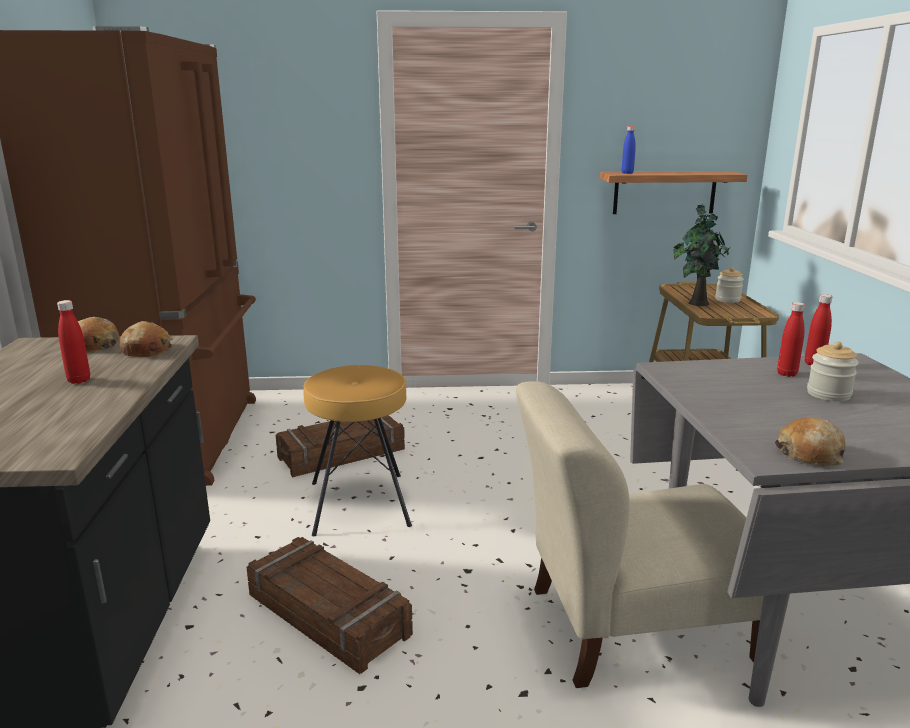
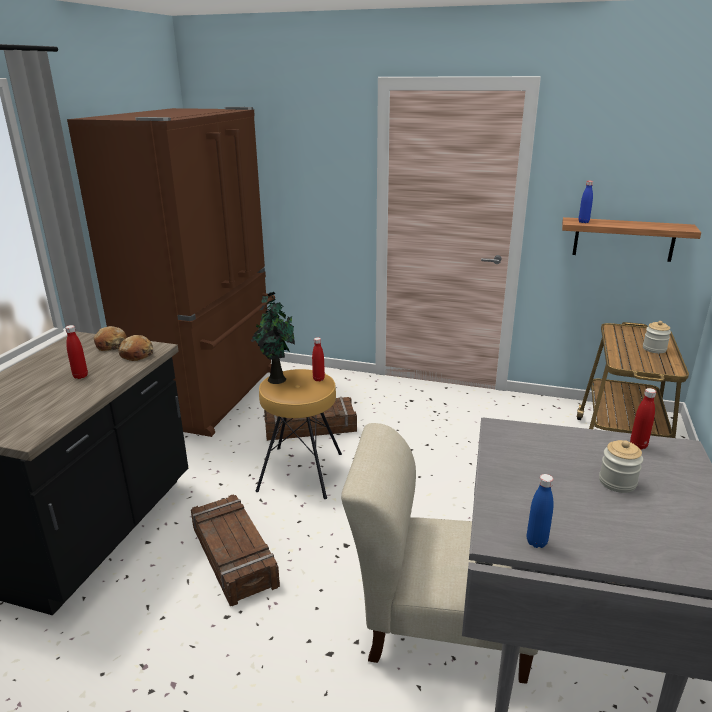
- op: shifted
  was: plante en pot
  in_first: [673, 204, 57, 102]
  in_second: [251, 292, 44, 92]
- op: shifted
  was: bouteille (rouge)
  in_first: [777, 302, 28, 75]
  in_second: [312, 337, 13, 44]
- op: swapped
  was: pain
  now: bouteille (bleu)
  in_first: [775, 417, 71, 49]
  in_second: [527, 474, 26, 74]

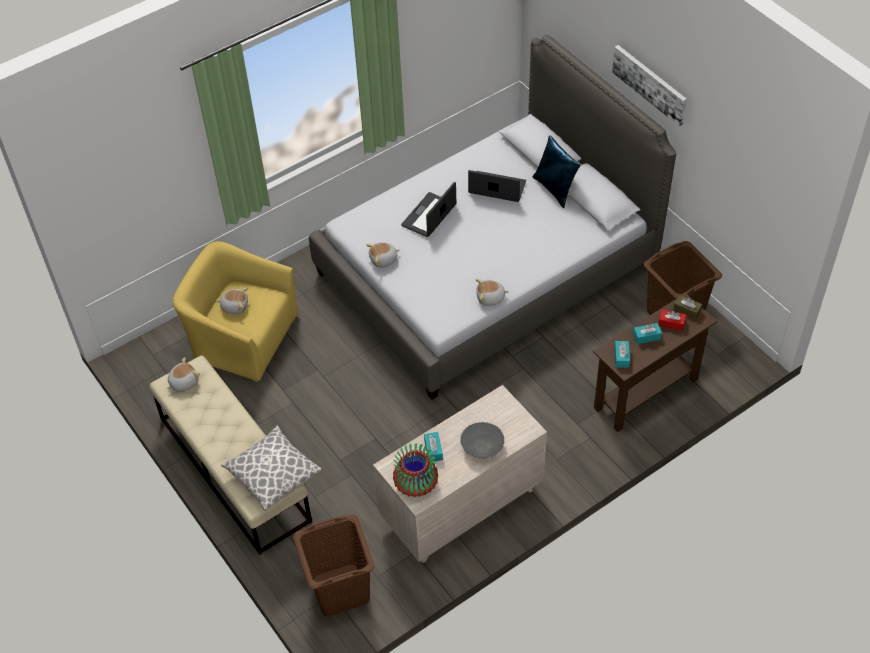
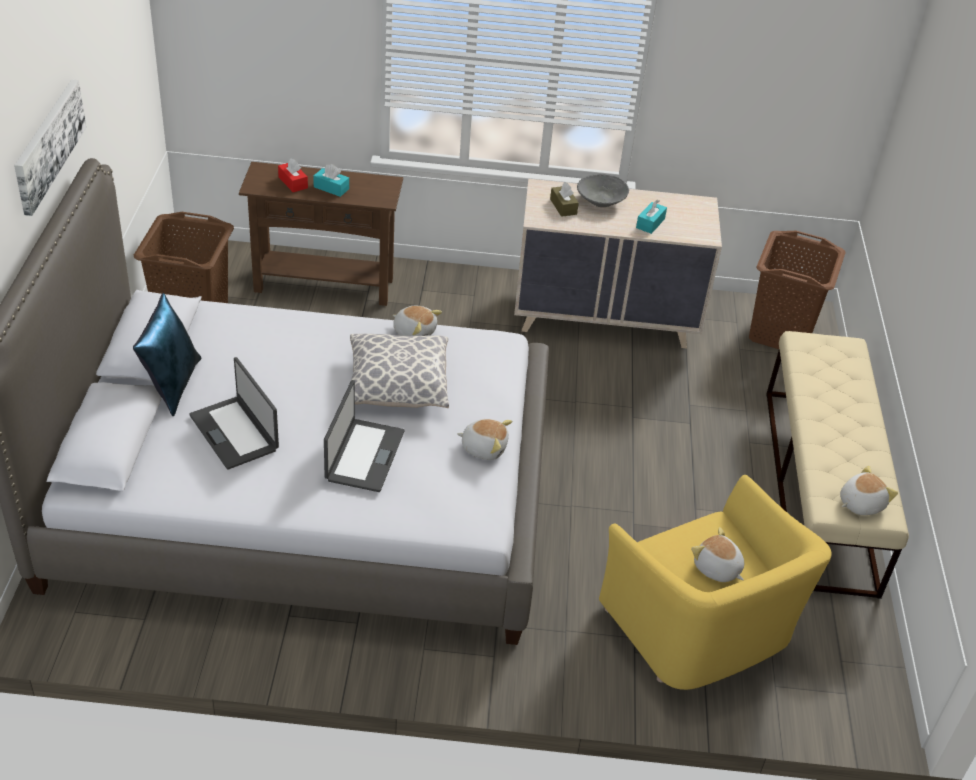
- op: gone
  was: vase
  in_first: [393, 443, 45, 54]
- op: gone
  was: boîte à mouchoirs (turquoise)
  in_first: [614, 341, 16, 27]
- op: shifted
  was: coussin
  in_first: [221, 425, 101, 86]
  in_second: [350, 334, 99, 74]
- op: shifted
  was: boîte à mouchoirs (marron)
  in_first: [673, 295, 29, 25]
  in_second: [550, 182, 29, 35]
- op: rotated
  was: peluche
  in_first: [167, 357, 33, 35]
  in_second: [840, 466, 58, 49]
  clockwise: 150
- op: rotated
  was: ordinateur portable
  in_first: [401, 182, 55, 55]
  in_second: [324, 380, 81, 112]
  clockwise: -60

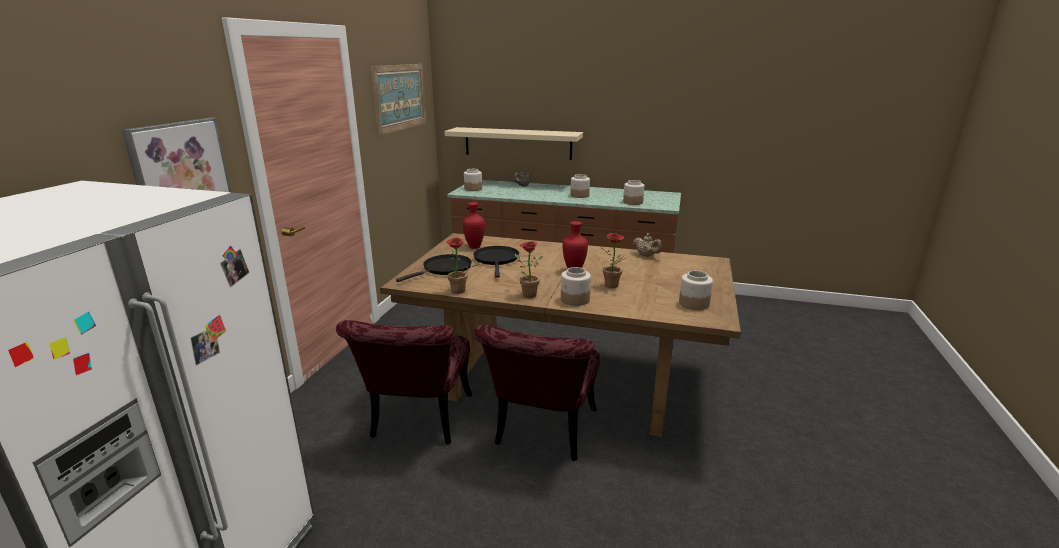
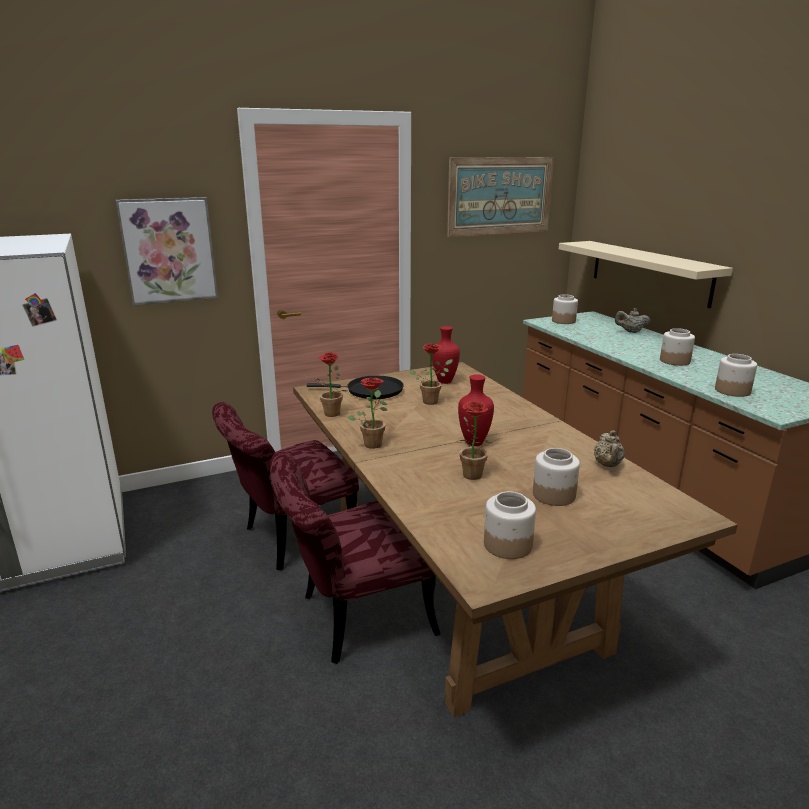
- op: shifted
  was: bocal
  in_first: [561, 267, 30, 39]
  in_second: [533, 448, 47, 58]
- op: swapped
  was: poêle (noir)
  now: plante en pot
  in_first: [473, 246, 46, 32]
  in_second: [409, 343, 44, 62]

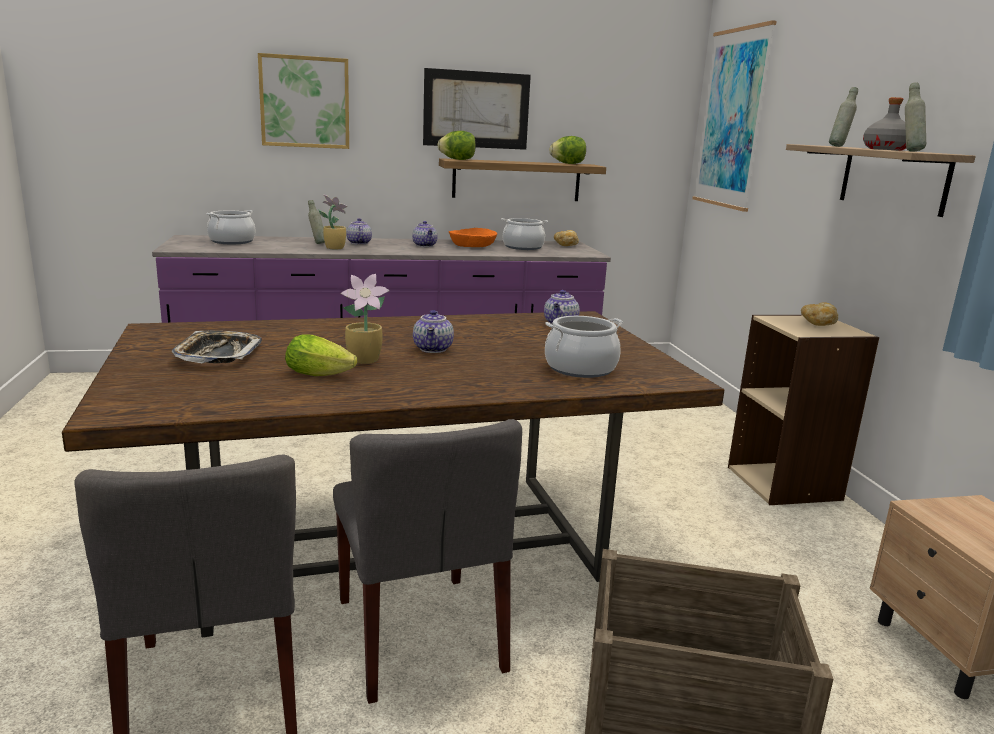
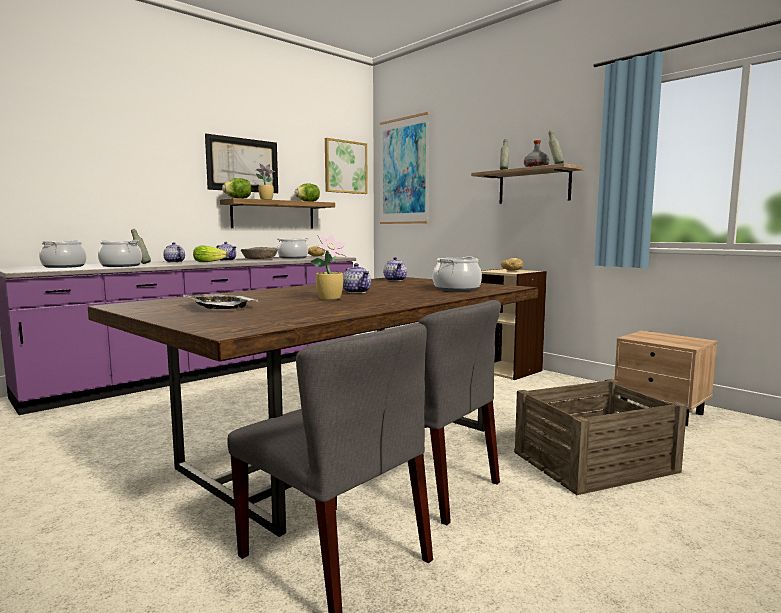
- op: new
  now: marmite
  in_second: [98, 240, 44, 27]
- op: shifted
  was: tableau
  in_first: [258, 53, 91, 96]
  in_second: [325, 138, 43, 56]
- op: shifted
  was: laitue
  in_first: [285, 334, 72, 42]
  in_second: [193, 245, 34, 17]
- op: shifted
  was: plante en pot
  in_first: [318, 195, 29, 54]
  in_second: [256, 164, 19, 36]
- op: repainted
  was: bol (orange)
  now: bol (beige)
  in_first: [449, 228, 48, 19]
  in_second: [241, 247, 37, 12]

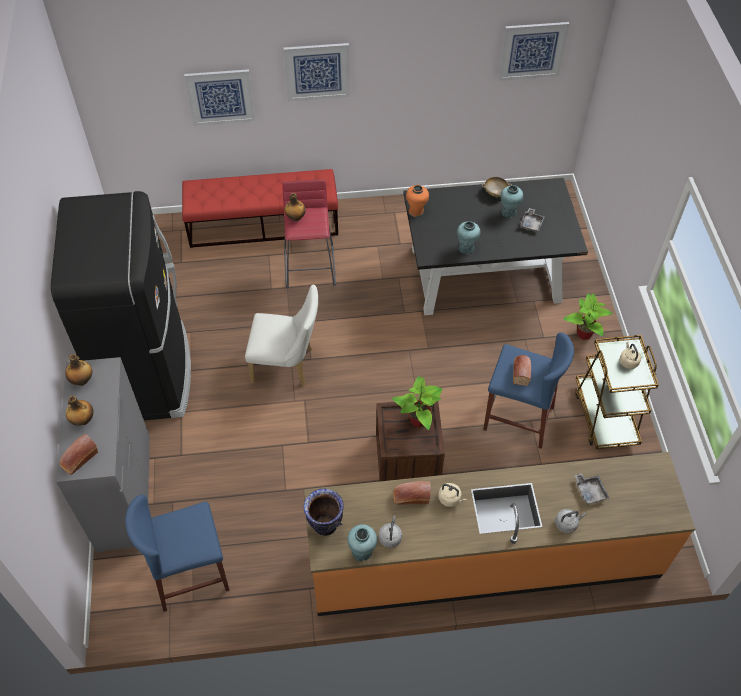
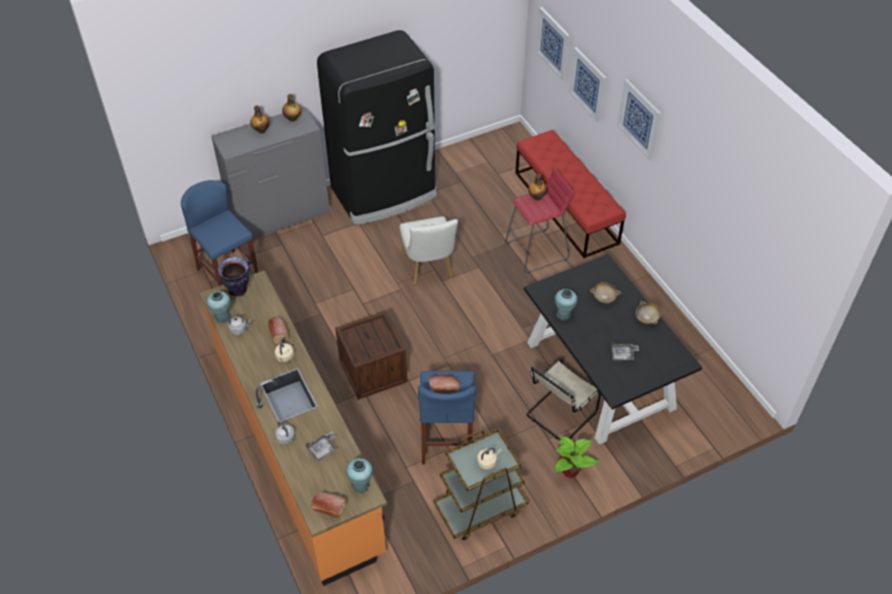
- op: gone
  was: plante en pot
  in_first: [392, 376, 50, 54]
- op: gone
  was: vase (orange)
  in_first: [406, 185, 23, 33]
- op: new
  now: chaise (beige)
  in_second: [527, 359, 74, 82]
- op: new
  now: bol (beige)
  in_second: [590, 282, 31, 22]
- op: shifted
  was: pain
  in_first: [60, 434, 38, 41]
  in_second: [311, 493, 36, 26]
- op: shifted
  was: tableau
  in_first: [498, 22, 71, 59]
  in_second: [536, 7, 34, 74]
- op: shifted
  was: vase (turquoise)
  in_first: [500, 185, 23, 33]
  in_second: [346, 458, 27, 35]

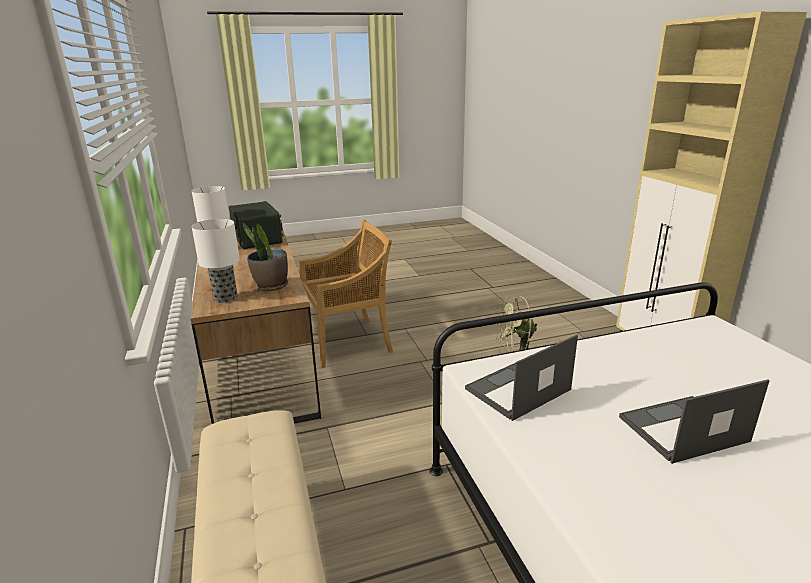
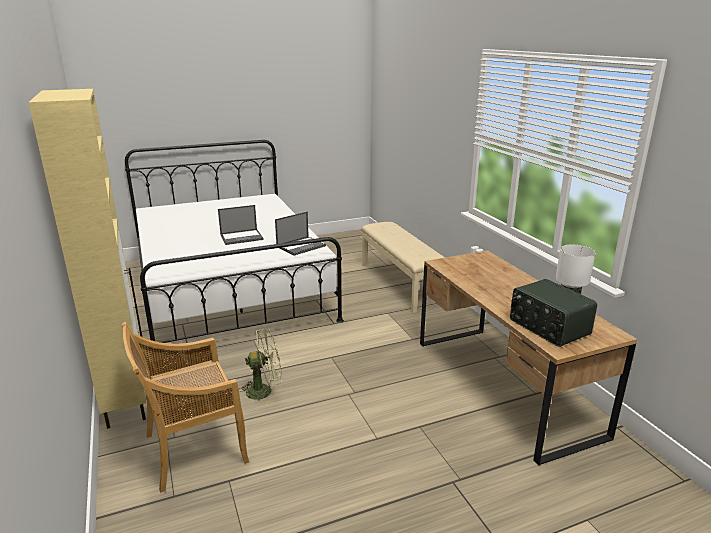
- op: gone
  was: lampe de table
  in_first: [192, 219, 48, 84]
- op: gone
  was: plante en pot
  in_first: [243, 223, 45, 68]
- op: shifted
  was: chaise (beige)
  in_first: [299, 220, 94, 149]
  in_second: [122, 322, 127, 171]

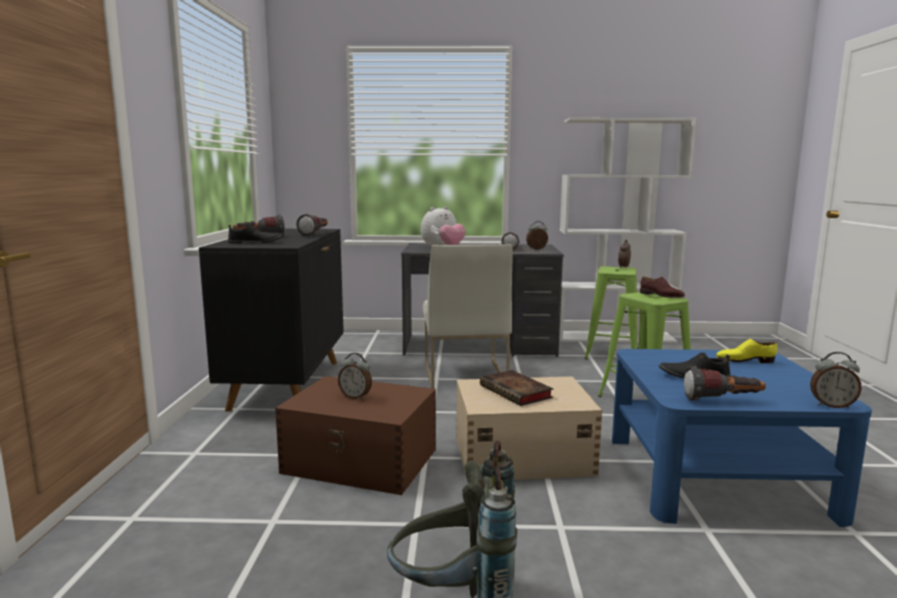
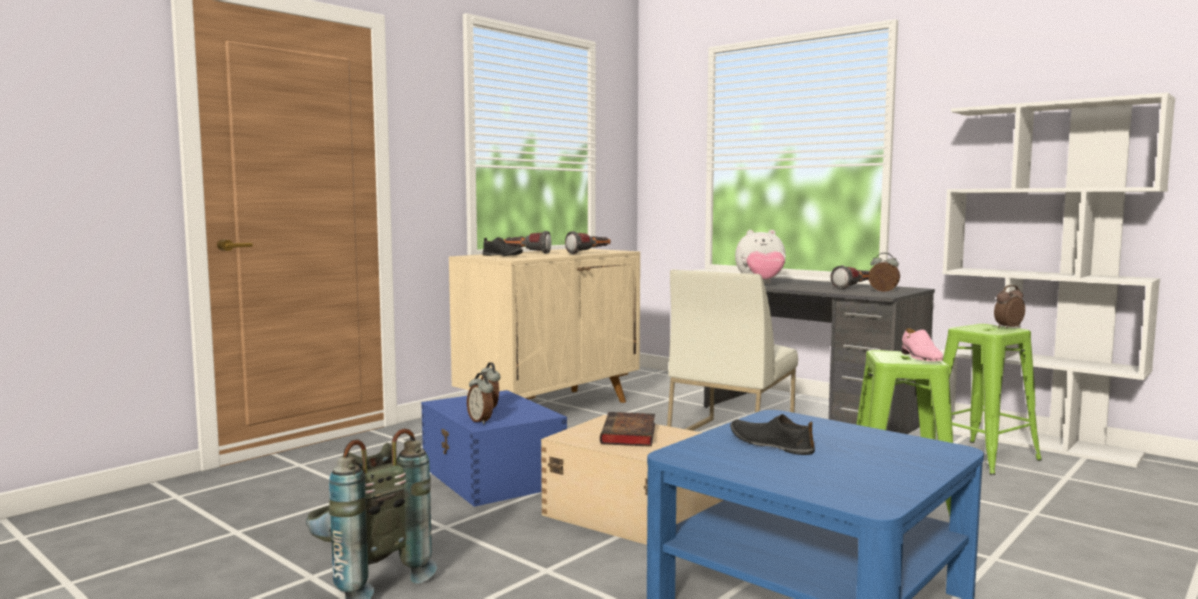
- op: gone
  was: lampe de poche
  in_first: [684, 366, 82, 35]
- op: gone
  was: chaussure (jaune)
  in_first: [716, 339, 61, 24]
- op: shifted
  was: réveil
  in_first: [810, 352, 52, 56]
  in_second: [467, 373, 26, 51]
- op: repainted
  was: meuble de rangement (noir)
  now: meuble de rangement (beige)
  in_first: [199, 229, 145, 183]
  in_second: [449, 249, 191, 154]
- op: repainted
  was: boîte de rangement (marron)
  now: boîte de rangement (bleu)
  in_first: [275, 376, 161, 119]
  in_second: [421, 390, 146, 117]
- op: repainted
  was: chaussure (marron)
  now: chaussure (rose)
  in_first: [640, 276, 45, 22]
  in_second: [901, 328, 42, 33]

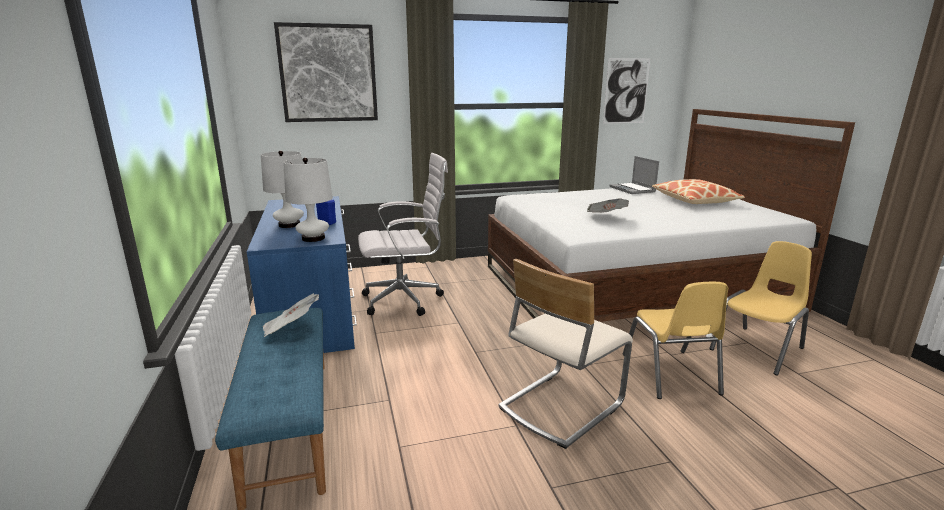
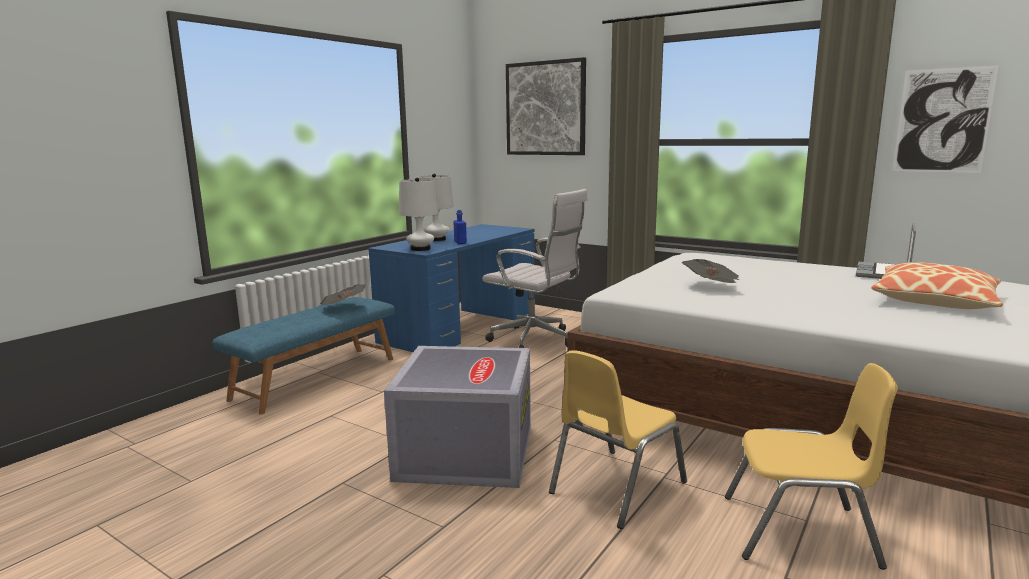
- op: swapped
  was: chaise (beige)
  now: boîte de rangement (gris)
  in_first: [498, 259, 135, 190]
  in_second: [384, 346, 147, 142]

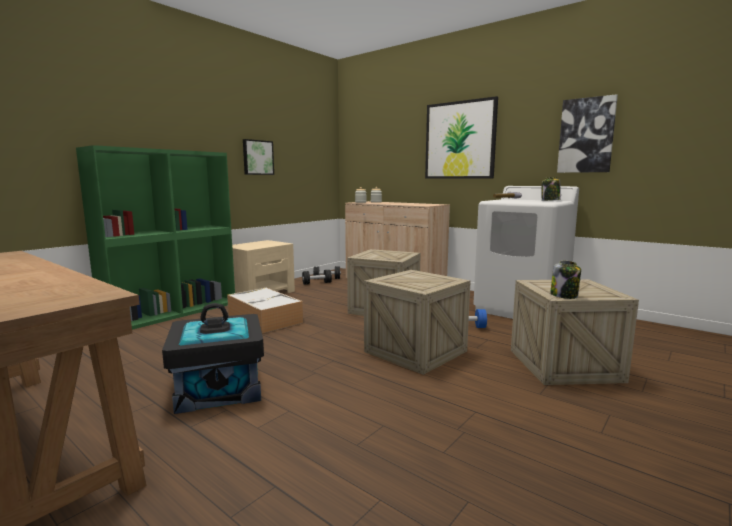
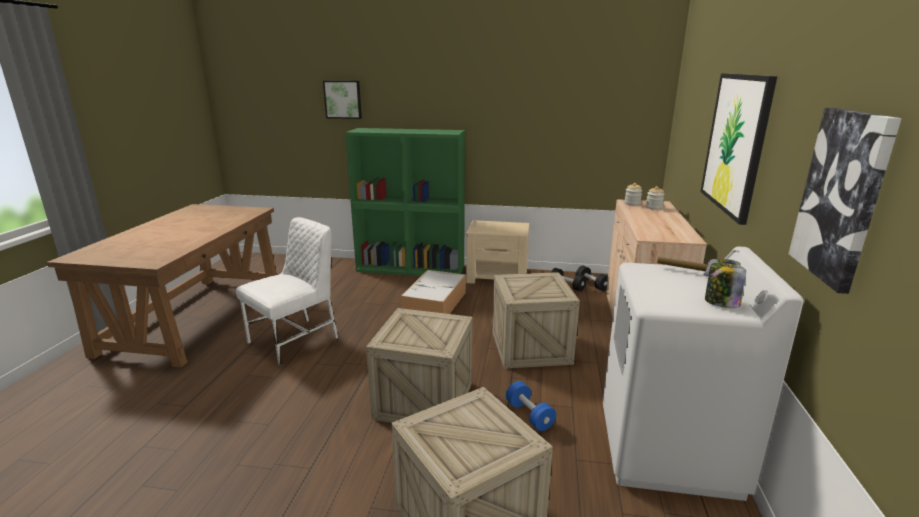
- op: gone
  was: bocal
  in_first: [550, 261, 31, 38]
- op: shifted
  was: tableau
  in_first: [243, 139, 31, 36]
  in_second: [323, 80, 39, 39]
- op: swapped
  was: boîte de rangement (noir)
  now: chaise (blanc)
  in_first: [162, 303, 102, 111]
  in_second: [236, 217, 102, 149]

